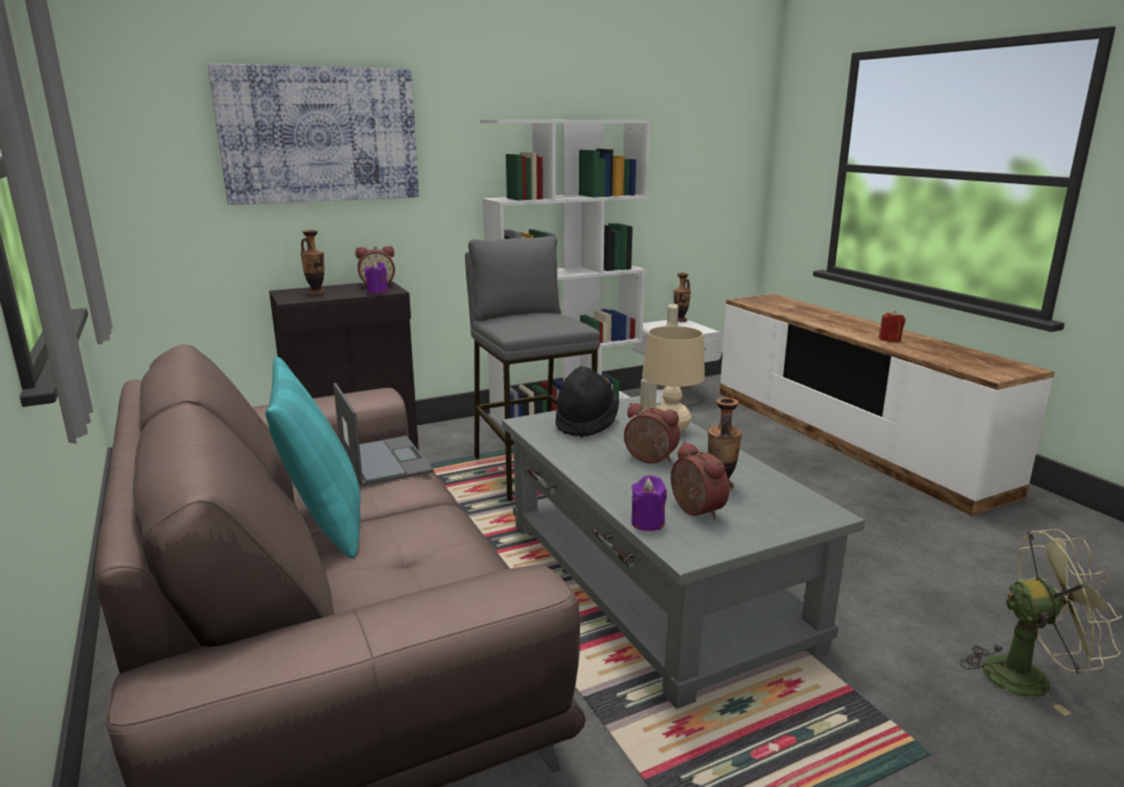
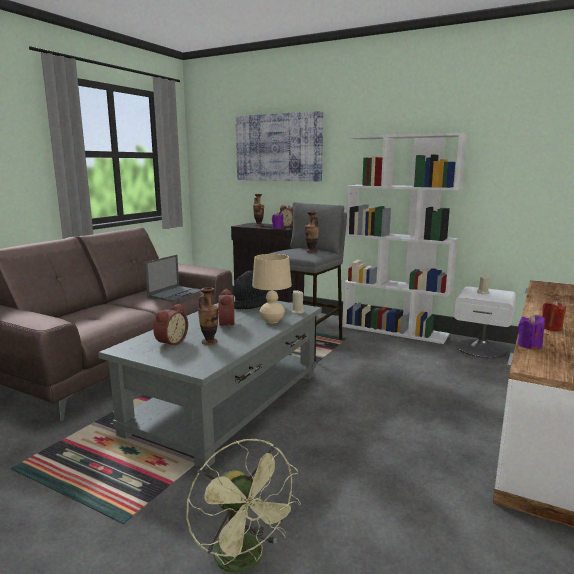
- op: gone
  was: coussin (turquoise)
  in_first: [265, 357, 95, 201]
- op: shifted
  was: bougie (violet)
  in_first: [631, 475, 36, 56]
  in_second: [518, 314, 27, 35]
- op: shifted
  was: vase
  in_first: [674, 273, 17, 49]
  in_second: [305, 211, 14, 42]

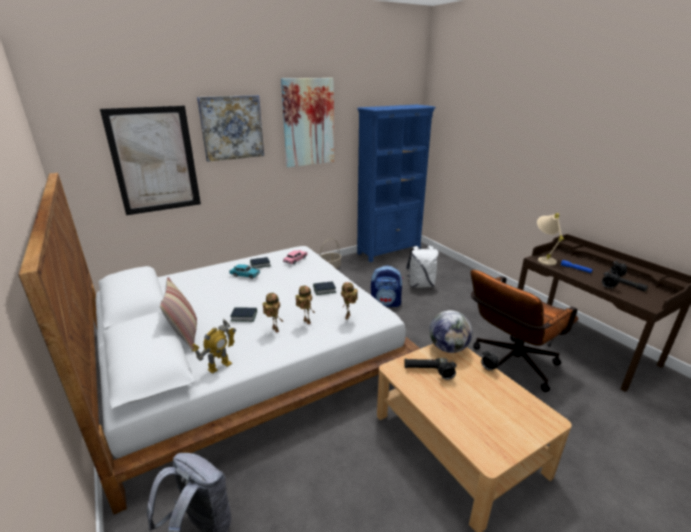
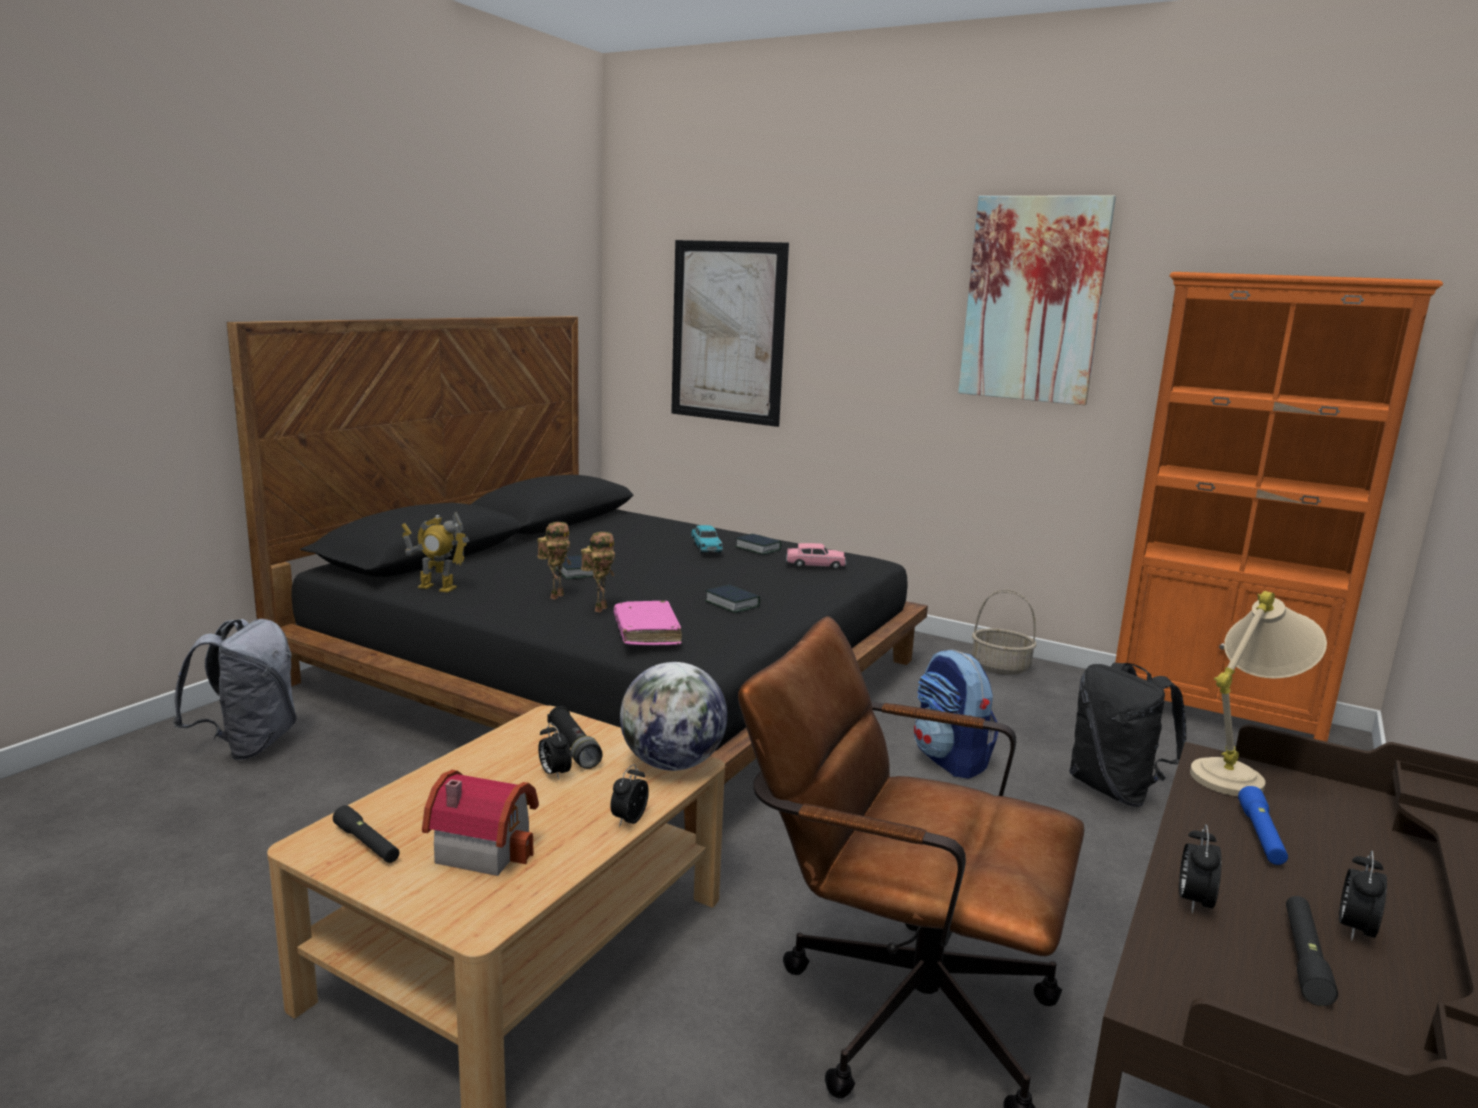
- op: gone
  was: coussin
  in_first: [160, 277, 37, 75]
- op: gone
  was: tableau
  in_first: [197, 95, 67, 67]
- op: new
  now: lampe de poche (noir)
  in_second: [333, 805, 67, 58]
- op: new
  now: maison miniature
  in_second: [422, 770, 117, 106]
- op: swapped
  was: robot jouet
  now: livre (rose)
  in_first: [341, 282, 17, 37]
  in_second: [614, 601, 68, 44]
- op: repainted
  was: lit (blanc)
  now: lit (noir)
  in_first: [18, 173, 402, 341]
  in_second: [227, 316, 701, 518]
- op: repainted
  was: bibliothèque (bleu)
  now: bibliothèque (orange)
  in_first: [357, 105, 79, 157]
  in_second: [1115, 272, 328, 470]
- op: repainted
  was: sac à dos (blanc)
  now: sac à dos (noir)
  in_first: [406, 246, 33, 42]
  in_second: [1069, 663, 117, 144]

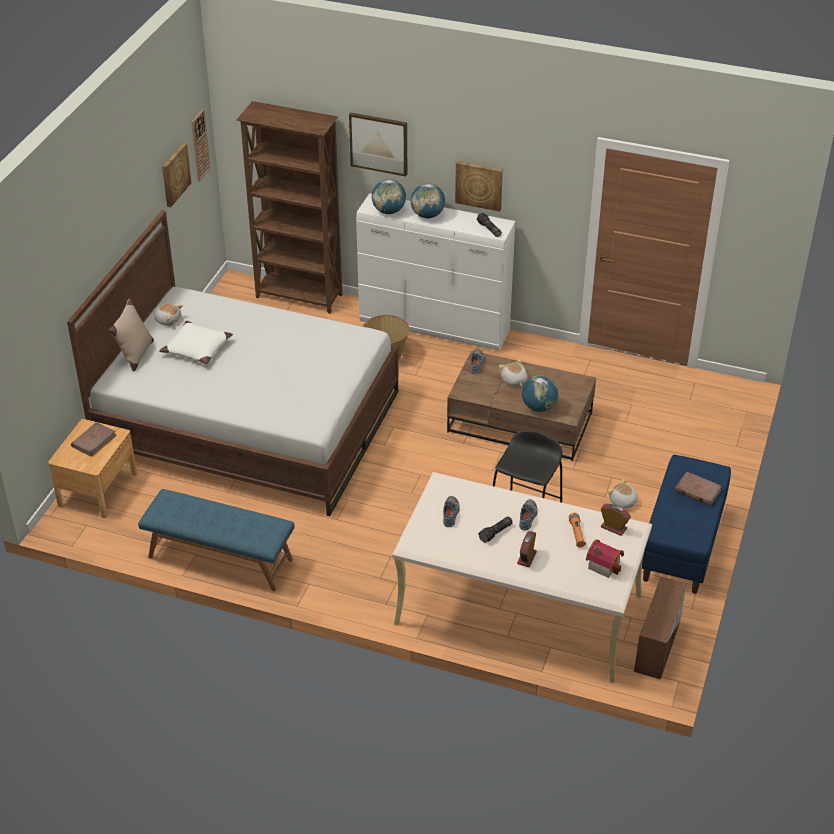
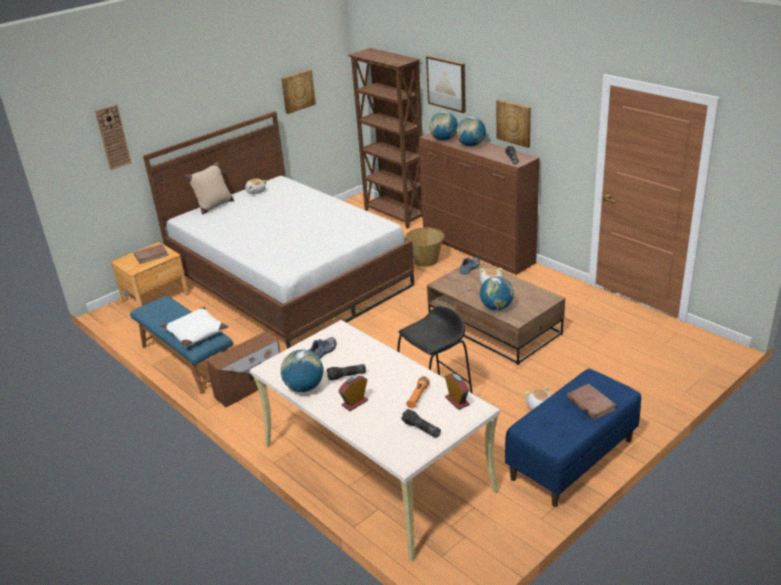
- op: gone
  was: chaussure
  in_first: [519, 499, 19, 31]
- op: new
  now: globe
  in_second: [281, 350, 43, 42]
- op: shifted
  was: coussin (blanc)
  in_first: [159, 321, 74, 43]
  in_second: [161, 307, 67, 40]
- op: shifted
  was: horloge murale
  in_first: [191, 109, 20, 72]
  in_second: [95, 104, 37, 66]
- op: shifted
  was: boîte de rangement (marron)
  in_first: [634, 577, 53, 102]
  in_second: [206, 331, 74, 76]
- op: swapped
  was: maison miniature
  now: lampe de poche
  in_first: [586, 539, 38, 39]
  in_second: [402, 409, 39, 29]
- op: repainted
  was: commode (blanc)
  now: commode (marron)
  in_first: [356, 193, 159, 158]
  in_second: [419, 133, 120, 142]

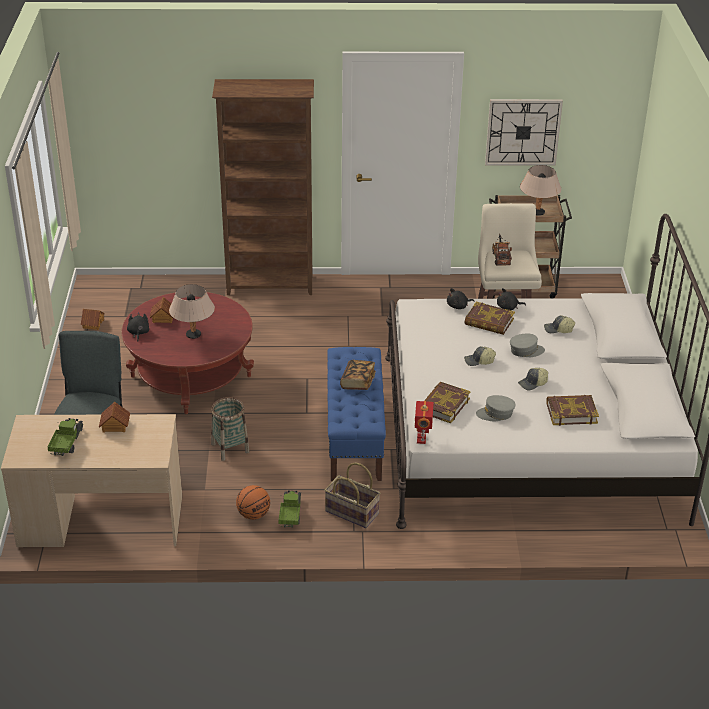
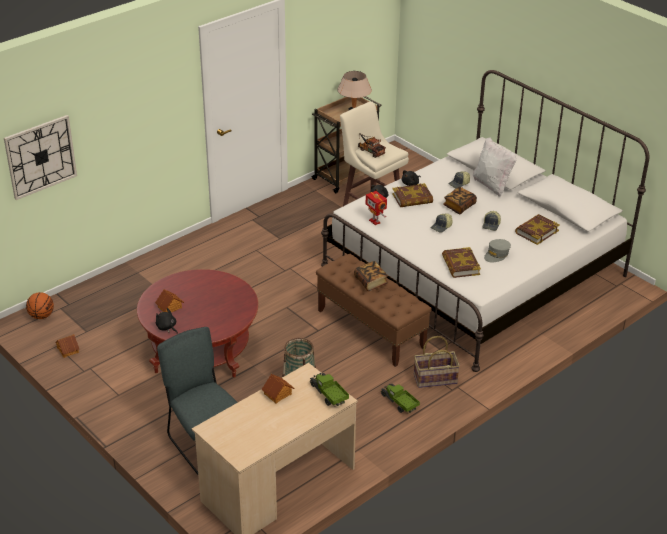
- op: gone
  was: lampe de table (beige)
  in_first: [169, 284, 46, 55]
- op: gone
  was: bibliothèque (marron)
  in_first: [212, 79, 102, 216]
- op: new
  now: coussin (blanc)
  in_second: [473, 137, 43, 60]
- op: shifted
  was: camion jouet
  in_first: [48, 418, 35, 38]
  in_second: [310, 373, 39, 33]
- op: shifted
  was: ballon de basket
  in_first: [236, 485, 34, 35]
  in_second: [26, 292, 28, 27]
- op: shifted
  was: robot jouet
  in_first: [414, 401, 20, 43]
  in_second: [366, 191, 21, 34]
- op: shifted
  was: horloge murale
  in_first: [485, 99, 78, 66]
  in_second: [4, 115, 73, 85]
- op: swapped
  was: casquette (gris)
  now: livre
  in_first: [510, 333, 35, 24]
  in_second: [443, 187, 34, 27]
- op: repainted
  was: banc (bleu)
  now: banc (marron)
  in_first: [327, 347, 59, 134]
  in_second: [316, 254, 116, 113]

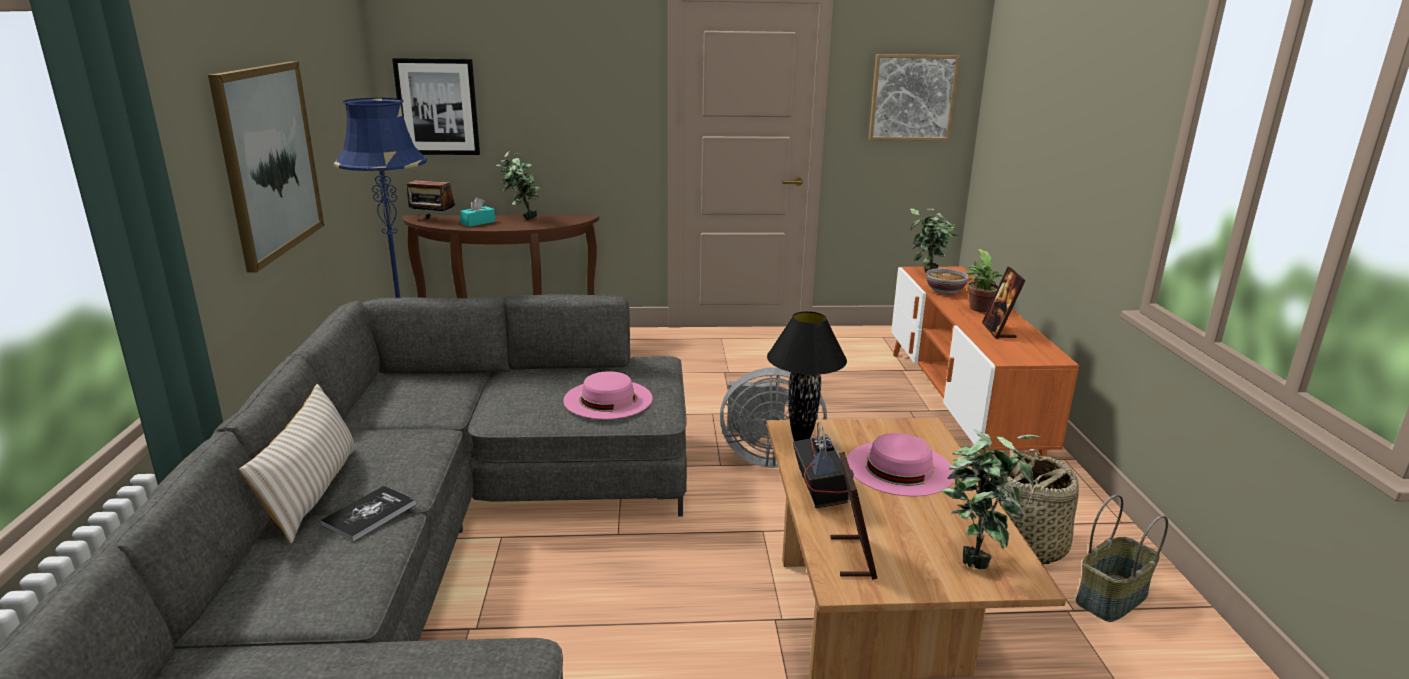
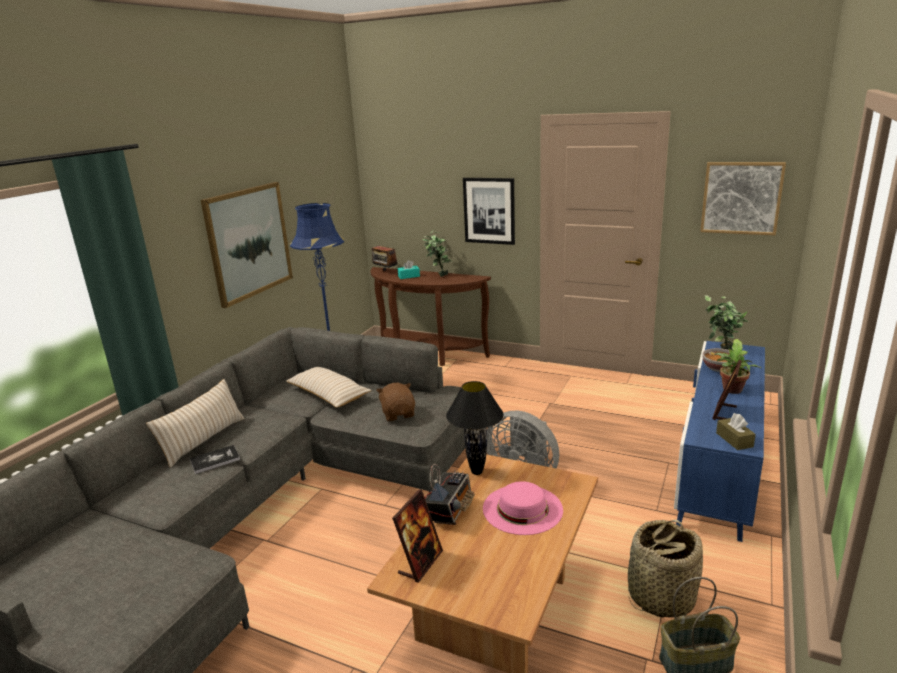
- op: gone
  was: plante en pot
  in_first: [941, 429, 100, 140]
- op: new
  now: coussin (beige)
  in_second: [286, 367, 86, 41]
- op: new
  now: boîte à mouchoirs (marron)
  in_second: [716, 413, 40, 37]
- op: shifted
  was: tableau
  in_first: [392, 58, 88, 97]
  in_second: [463, 178, 52, 67]
- op: swapped
  was: chapeau (rose)
  now: peluche (marron)
  in_first: [563, 371, 89, 48]
  in_second: [376, 383, 39, 38]
- op: repainted
  was: meuble télé (orange)
  now: meuble télé (bleu)
  in_first: [891, 267, 188, 193]
  in_second: [674, 341, 91, 201]

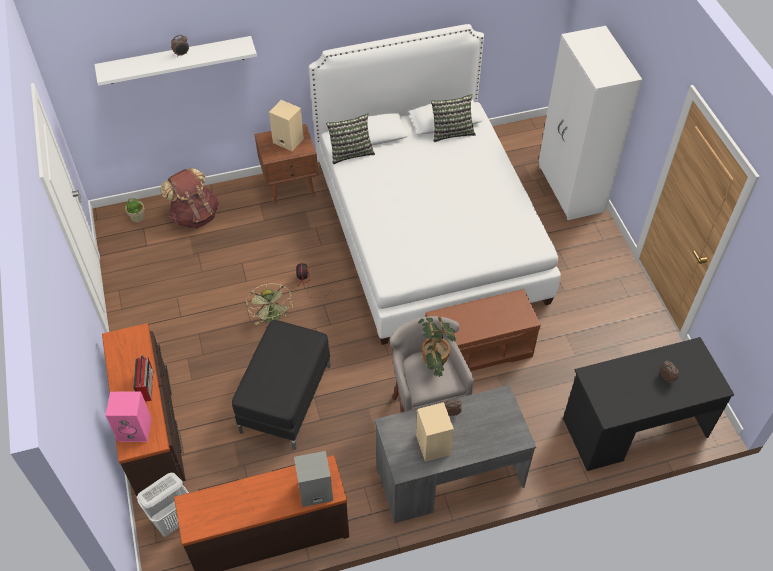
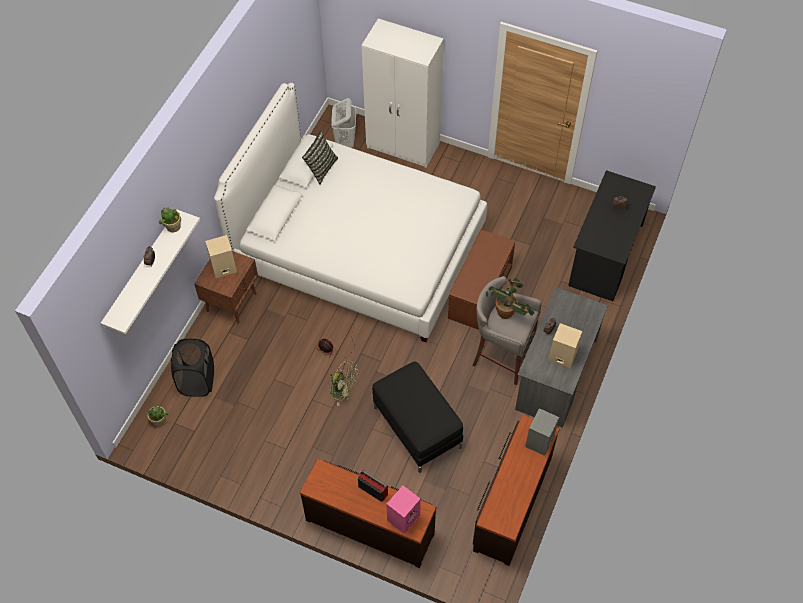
- op: gone
  was: coussin
  in_first: [326, 113, 49, 51]
- op: new
  now: plante en pot
  in_second: [159, 207, 22, 26]
- op: shifted
  was: panier à linge (blanc)
  in_first: [137, 473, 52, 64]
  in_second: [331, 98, 25, 50]
- op: swapped
  was: sac à dos (marron)
  now: panier à linge (noir)
  in_first: [160, 167, 58, 62]
  in_second: [171, 339, 43, 58]

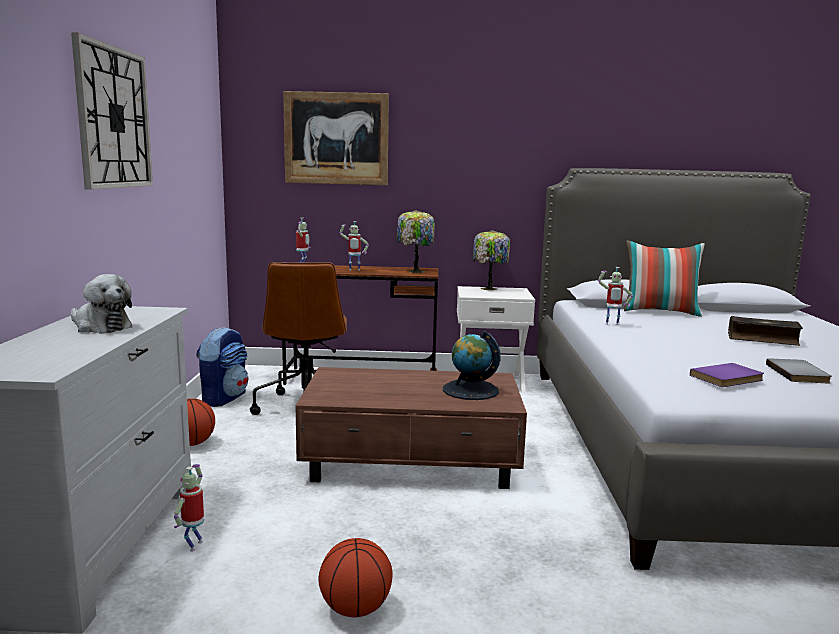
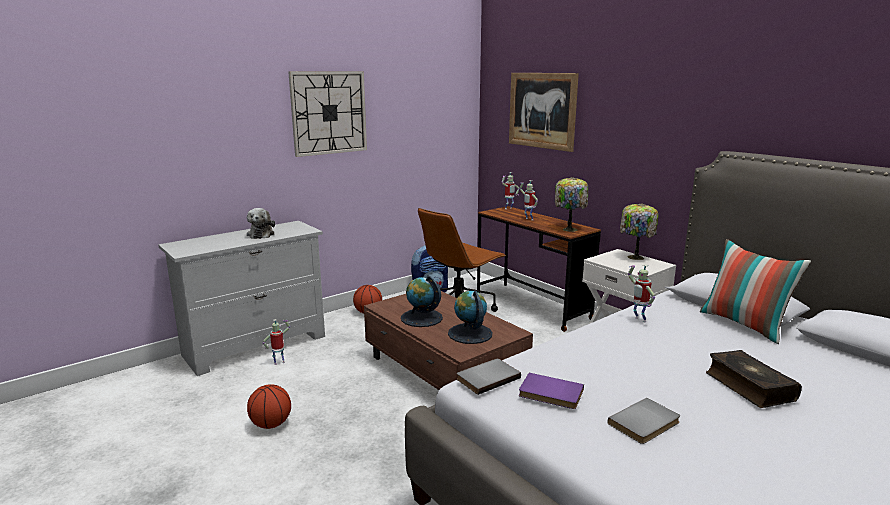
- op: new
  now: globe
  in_second: [401, 275, 42, 52]
- op: new
  now: livre (gris)
  in_second: [457, 359, 64, 36]

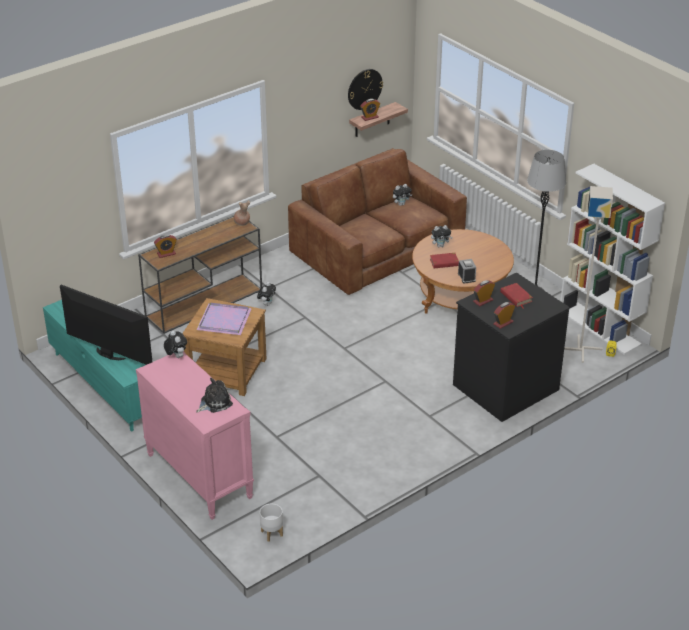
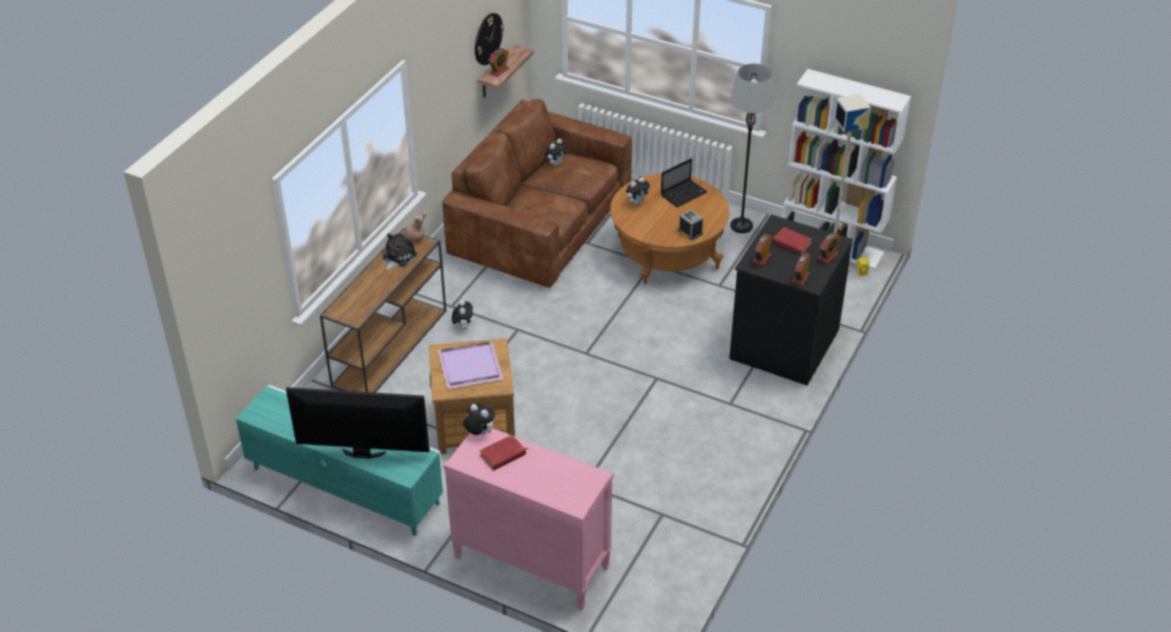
- op: gone
  was: cache-pot (blanc)
  in_first: [260, 504, 23, 38]
- op: new
  now: ordinateur portable
  in_second: [661, 158, 46, 49]
- op: shifted
  was: réveil
  in_first: [154, 235, 23, 23]
  in_second: [818, 232, 23, 32]
- op: shifted
  was: peluche
  in_first: [196, 378, 37, 35]
  in_second: [383, 233, 34, 38]
- op: shifted
  was: livre (rouge)
  in_first: [430, 253, 29, 15]
  in_second: [480, 435, 49, 36]

